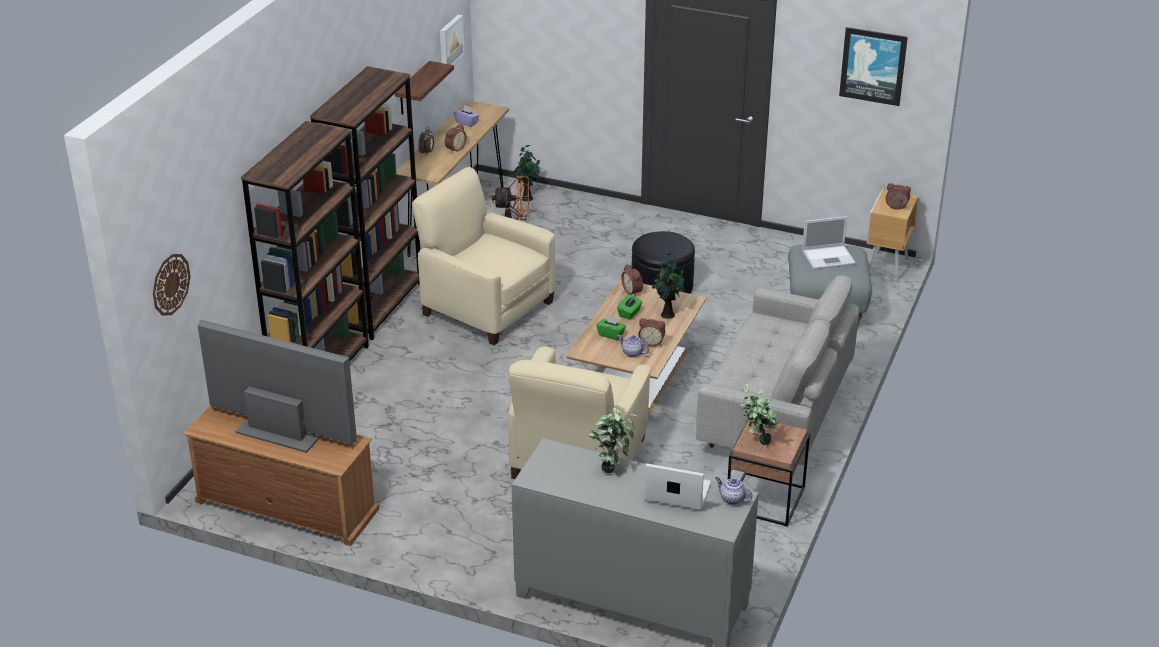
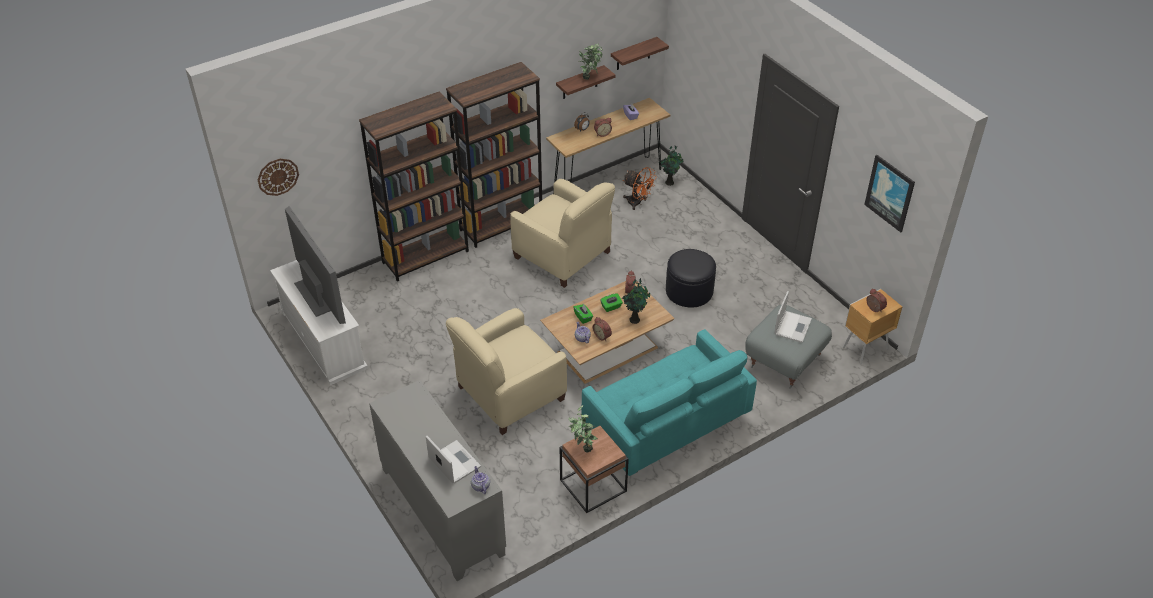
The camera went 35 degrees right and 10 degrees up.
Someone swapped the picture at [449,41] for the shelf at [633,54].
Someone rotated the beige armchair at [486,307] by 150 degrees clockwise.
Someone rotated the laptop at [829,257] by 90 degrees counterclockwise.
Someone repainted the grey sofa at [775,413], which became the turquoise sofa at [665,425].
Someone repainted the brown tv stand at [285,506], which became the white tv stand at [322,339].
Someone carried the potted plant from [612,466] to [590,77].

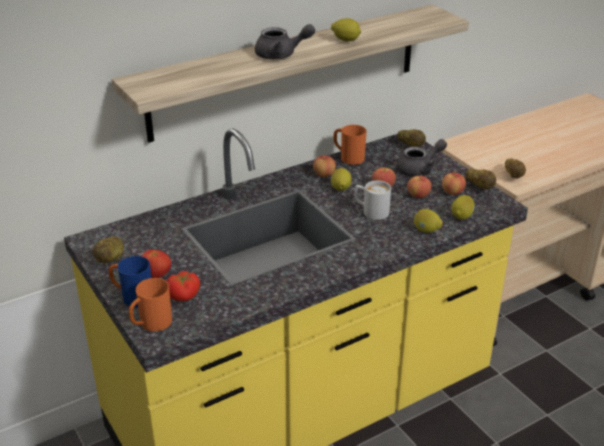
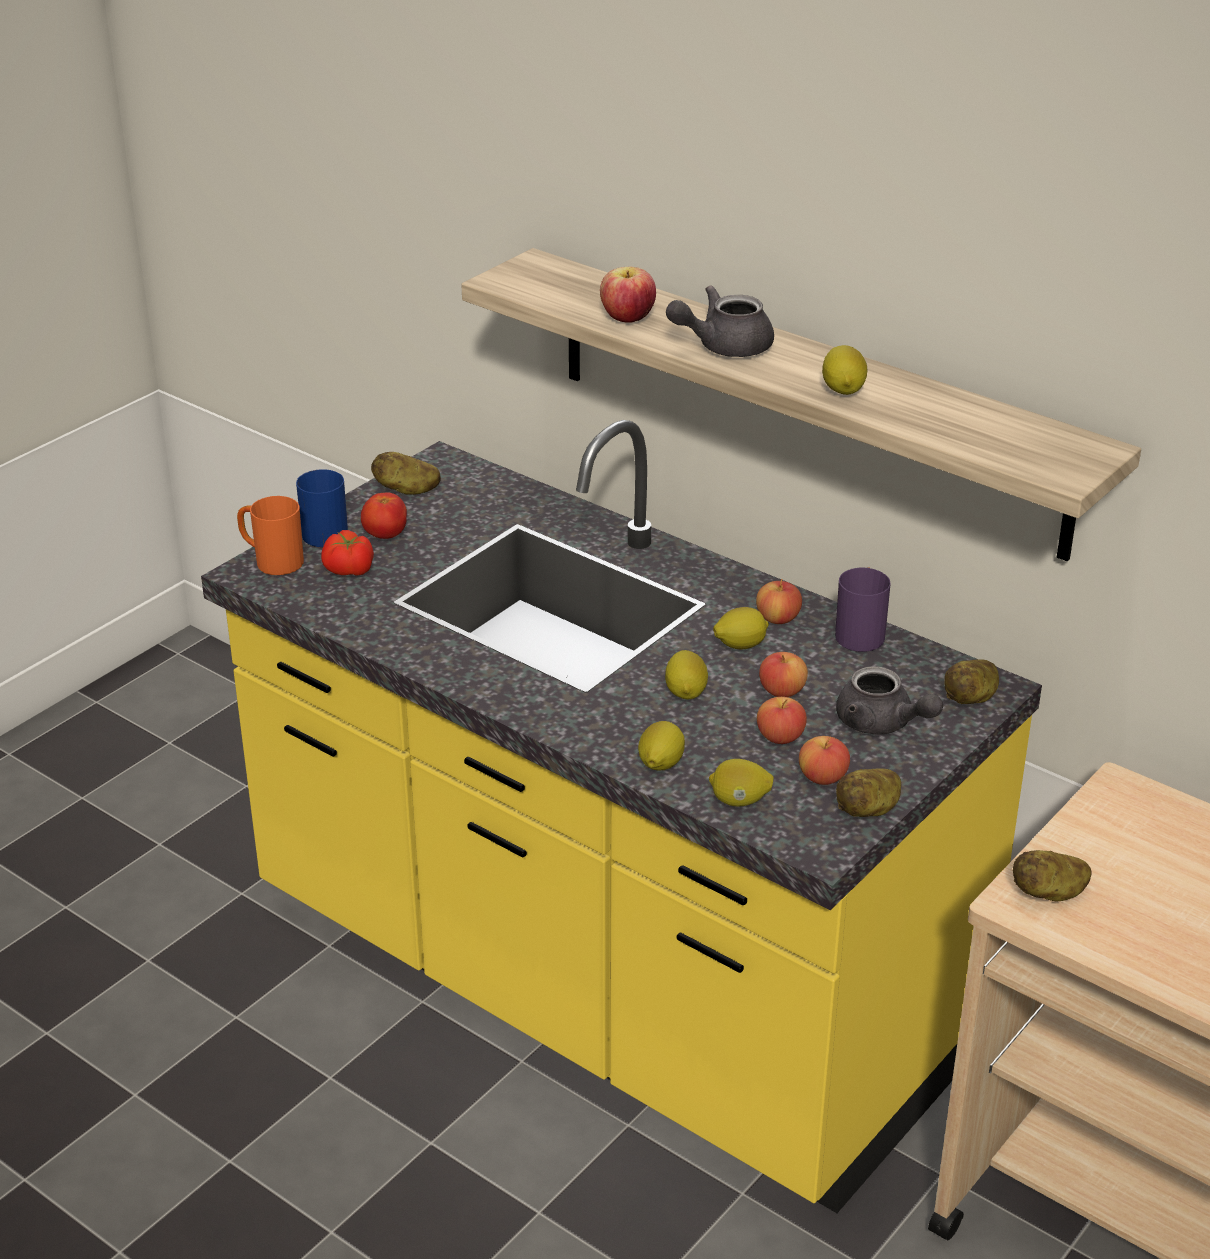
The camera went 70 degrees right and 0 degrees up.
Someone rotated the grey teapot at [281,55] by 90 degrees clockwise.
Someone repainted the orange mug at [348,158], which became the purple mug at [860,633].
Someone swapped the white mug at [370,211] for the lemon at [686,692].
Someone put down the apple at [627,319].

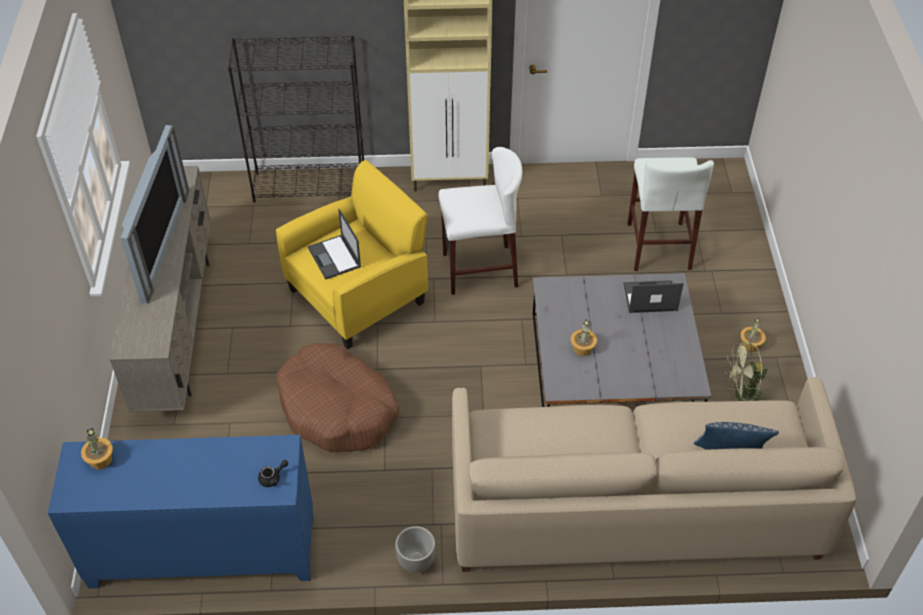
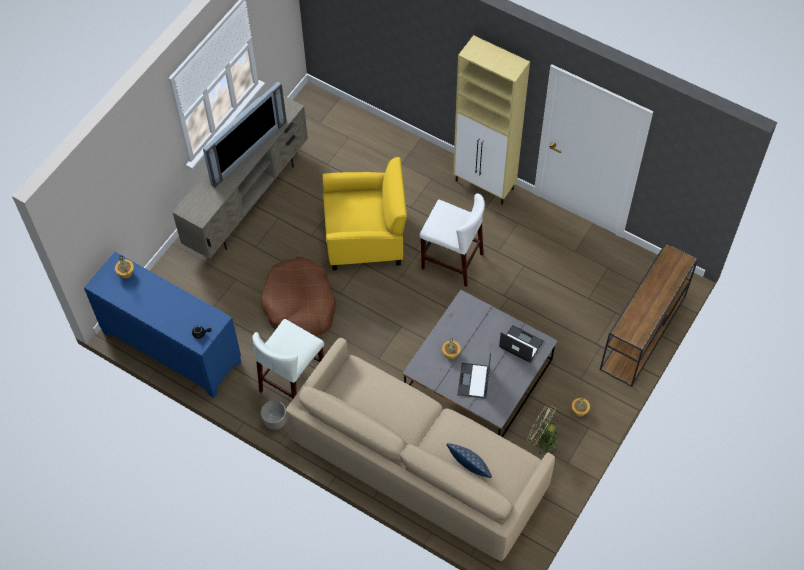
The camera went 35 degrees right and 10 degrees up.
Someone took away the black bookcase at [310,185].
Someone carried the white stool from [658,246] to [292,382].
Someone carried the laptop from [335,257] to [473,381].
Someone put down the brown console table at [642,334].

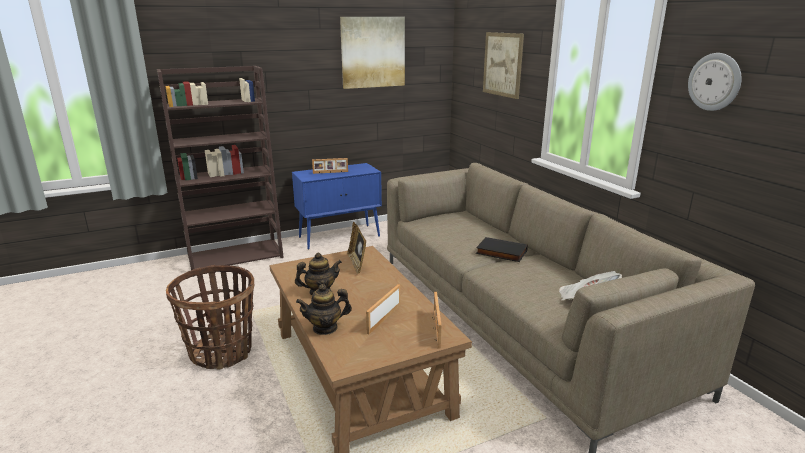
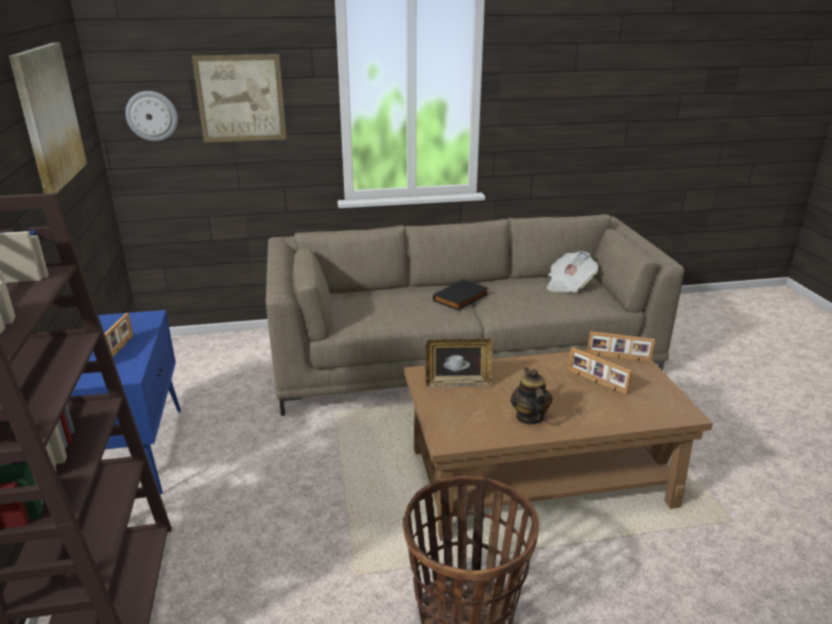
The camera went 75 degrees left and 5 degrees up.
Someone carried the wall clock from [714,82] to [152,116].
Someone took away the teapot at [325,328].

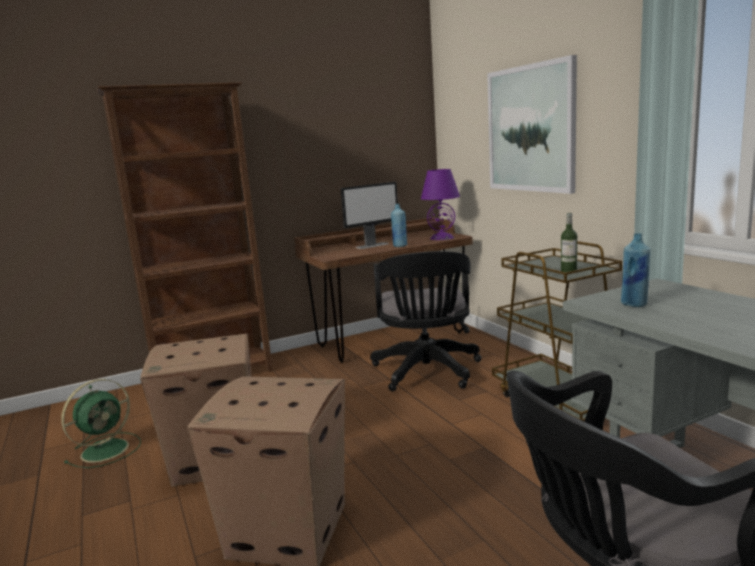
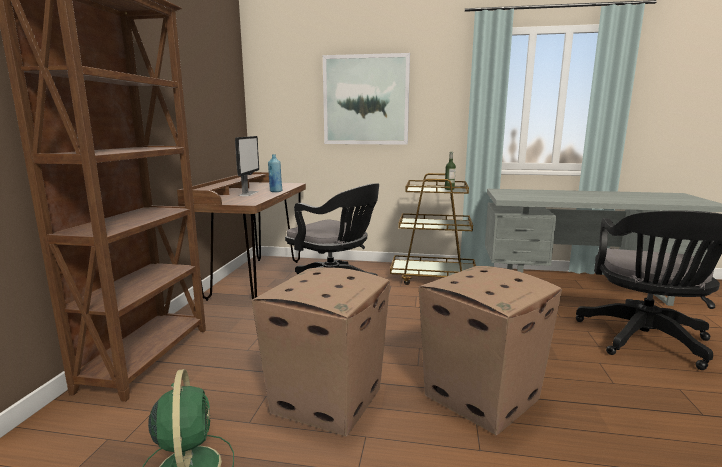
The camera went 55 degrees left and 0 degrees up.
Someone took away the purple table lamp at [441,238].
Someone took away the blue bottle at [634,304].

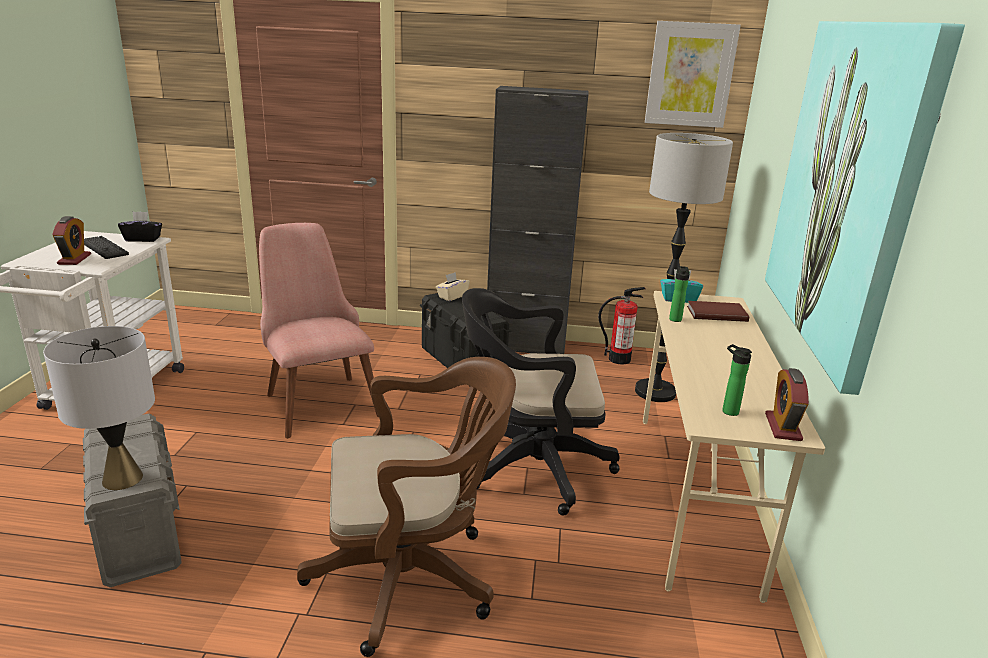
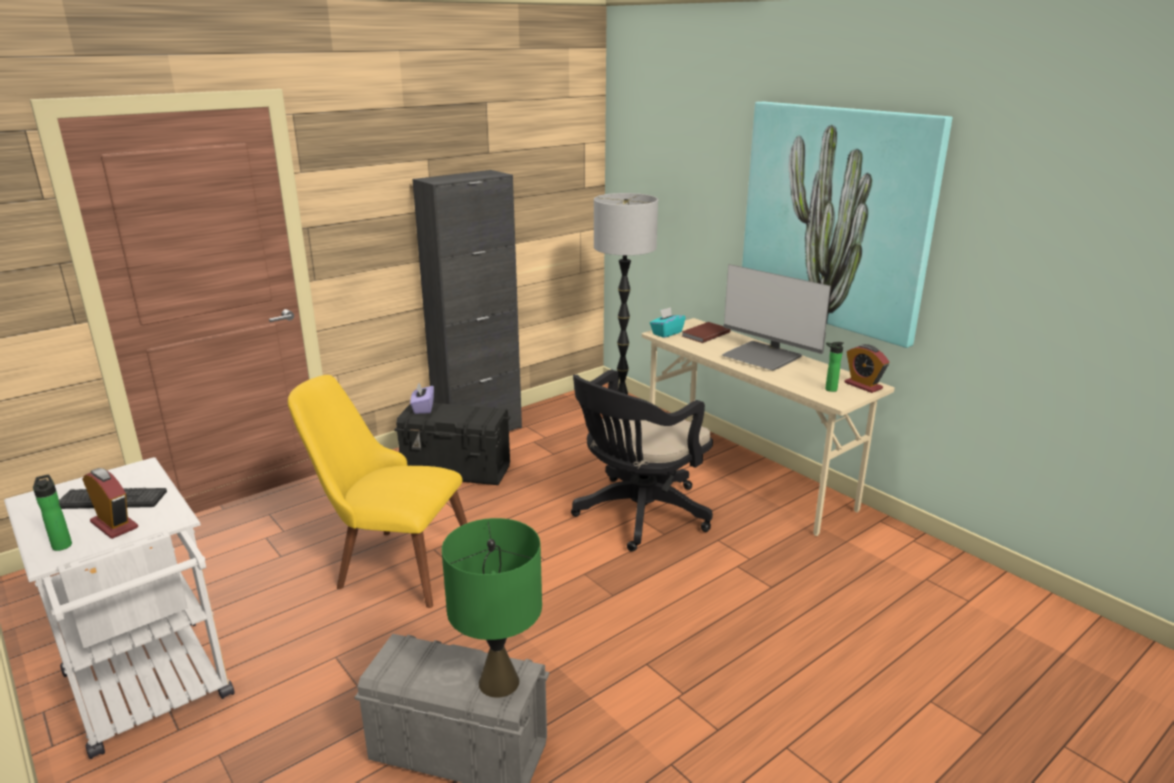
The camera went 45 degrees left and 0 degrees up.
Someone took away the picture at [690,75].
Someone took away the black tissue box at [143,239].
Someone repainted the pink chair at [317,398], which became the yellow chair at [390,564].
Someone carried the bottle from [675,318] to [62,544].
Someone repainted the beige tissue box at [452,296], which became the purple tissue box at [423,408].
Someone took away the fire extinguisher at [619,359].
Someone repainted the grey table lamp at [123,478], which became the green table lamp at [498,682].
Someone took away the brown office chair at [412,577].
Someone put down the monitor at [762,356].

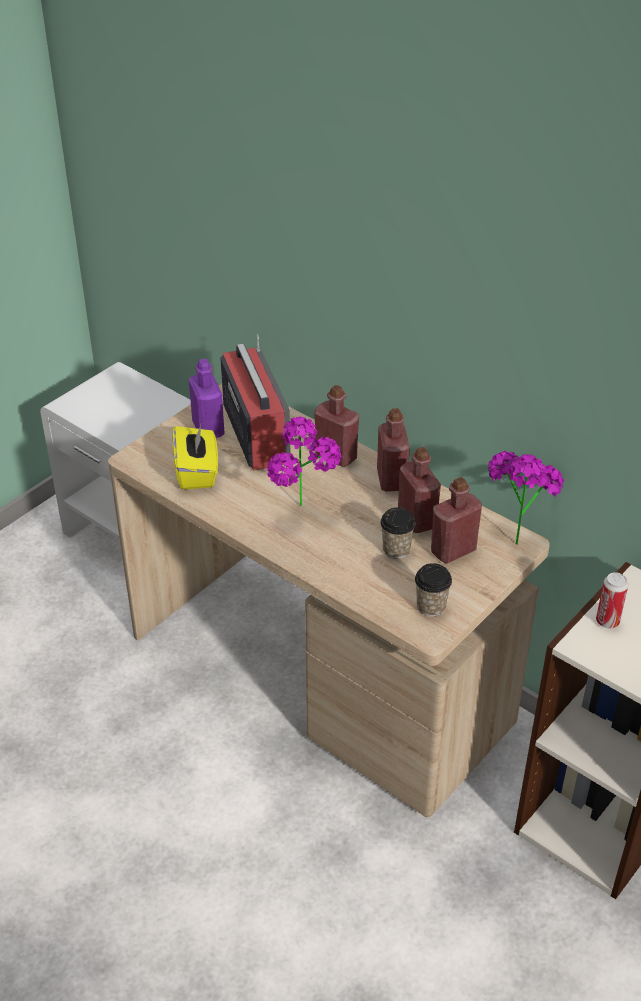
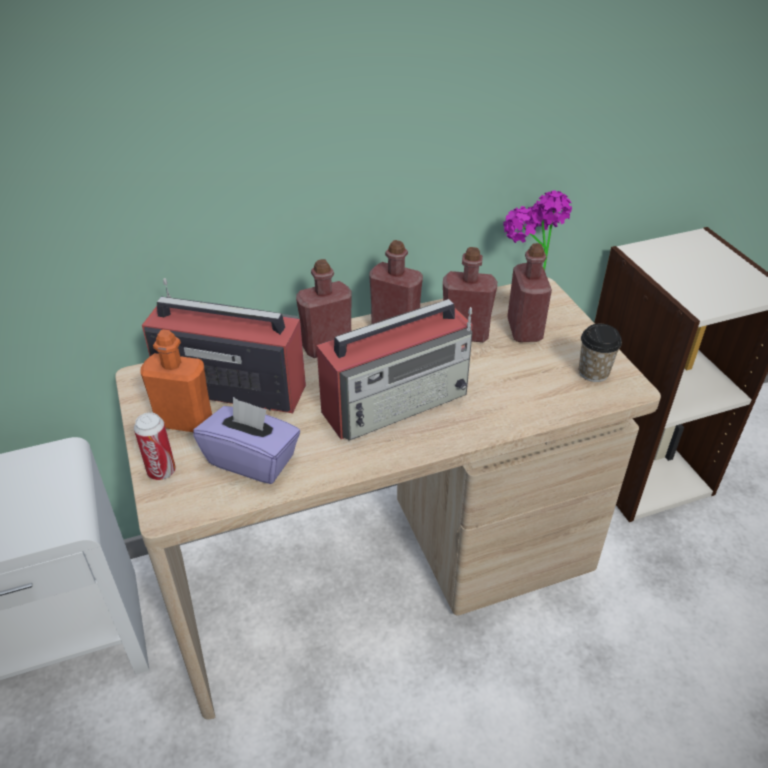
The camera went 60 degrees left and 0 degrees up.
Someone repainted the purple bottle at [208,429], which became the orange bottle at [184,421].
Someone swapped the potted plant at [305,513] for the radio at [397,401].
Someone repainted the yellow tissue box at [197,472], which became the purple tissue box at [252,459].
Someone took away the cup at [396,549].
Someone carried the can from [607,621] to [161,471].

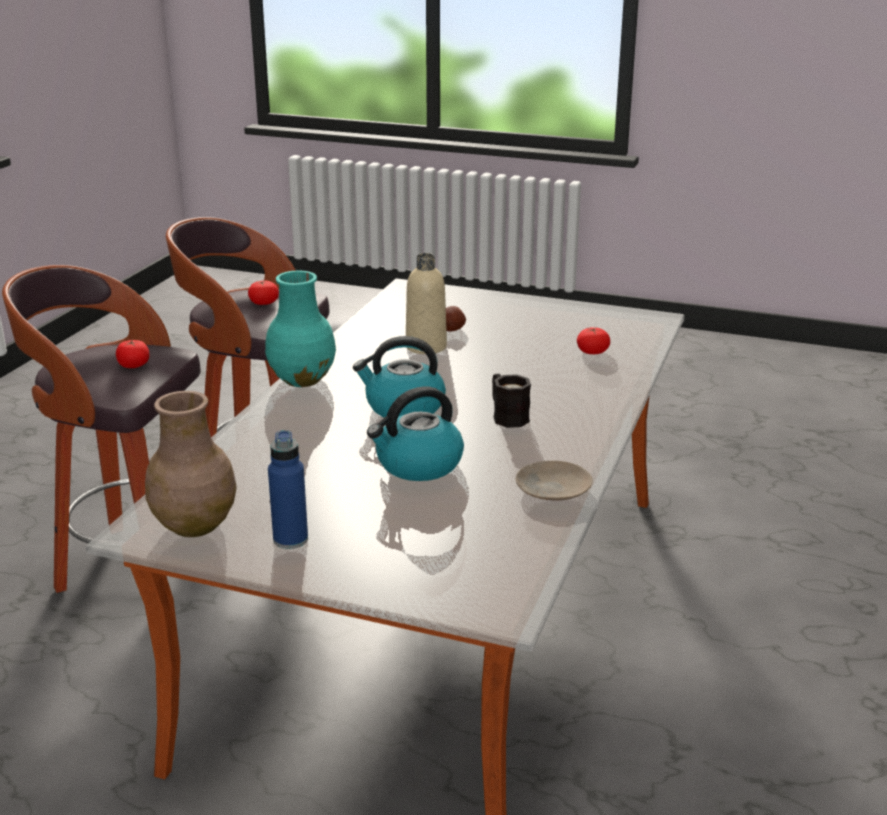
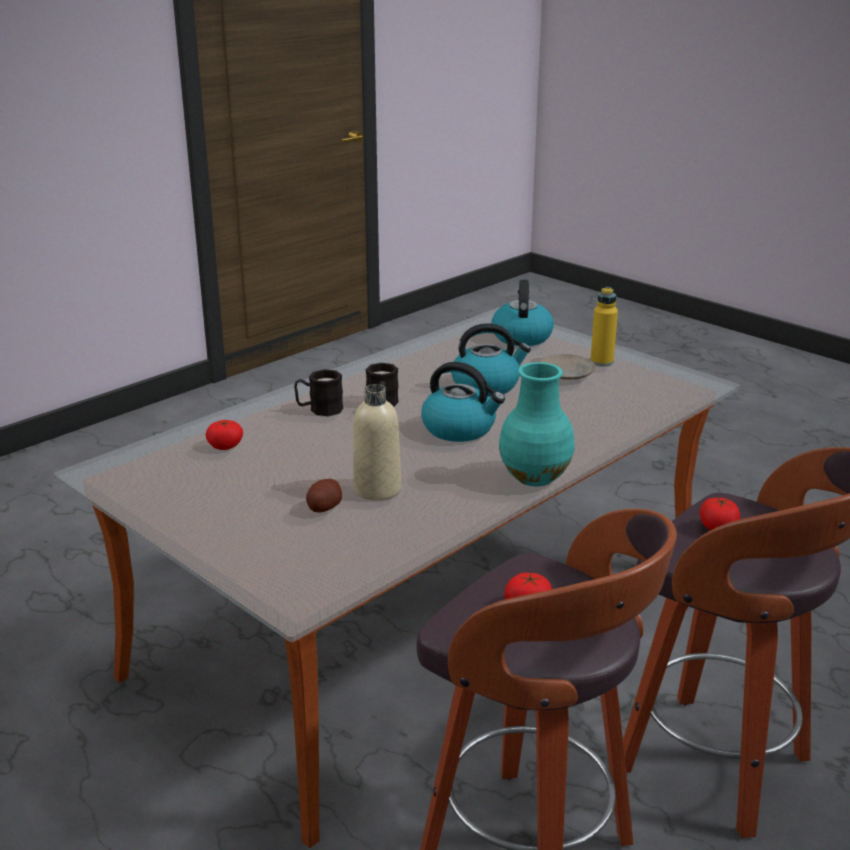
The camera went 155 degrees left and 0 degrees up.
Someone took away the brown vase at [194,526].
Someone repainted the blue bottle at [290,539], which became the yellow bottle at [601,362].
Someone carried the beige plate from [552,490] to [567,374].
Someone put down the kettle at [521,336].
Someone put down the black mug at [319,409].

